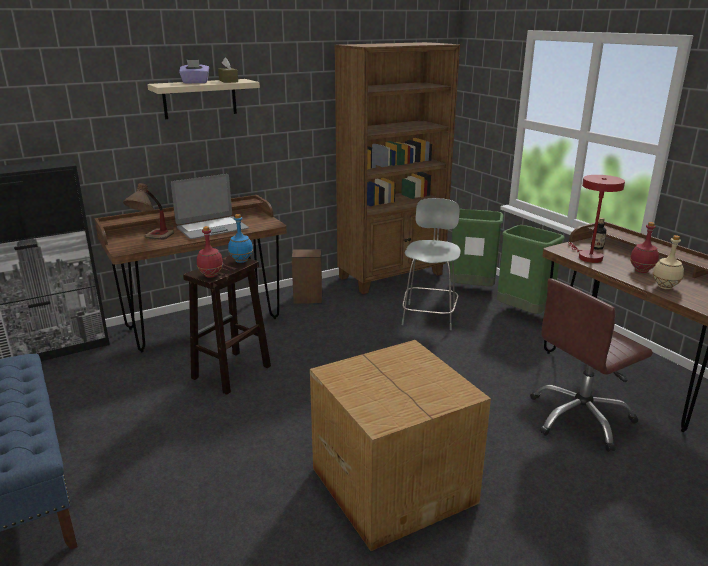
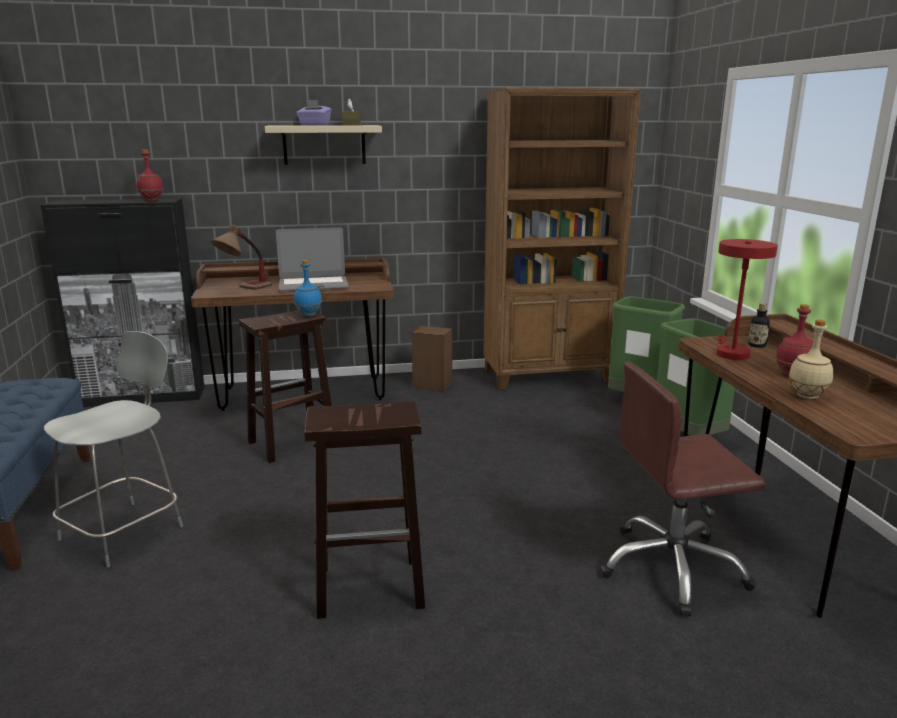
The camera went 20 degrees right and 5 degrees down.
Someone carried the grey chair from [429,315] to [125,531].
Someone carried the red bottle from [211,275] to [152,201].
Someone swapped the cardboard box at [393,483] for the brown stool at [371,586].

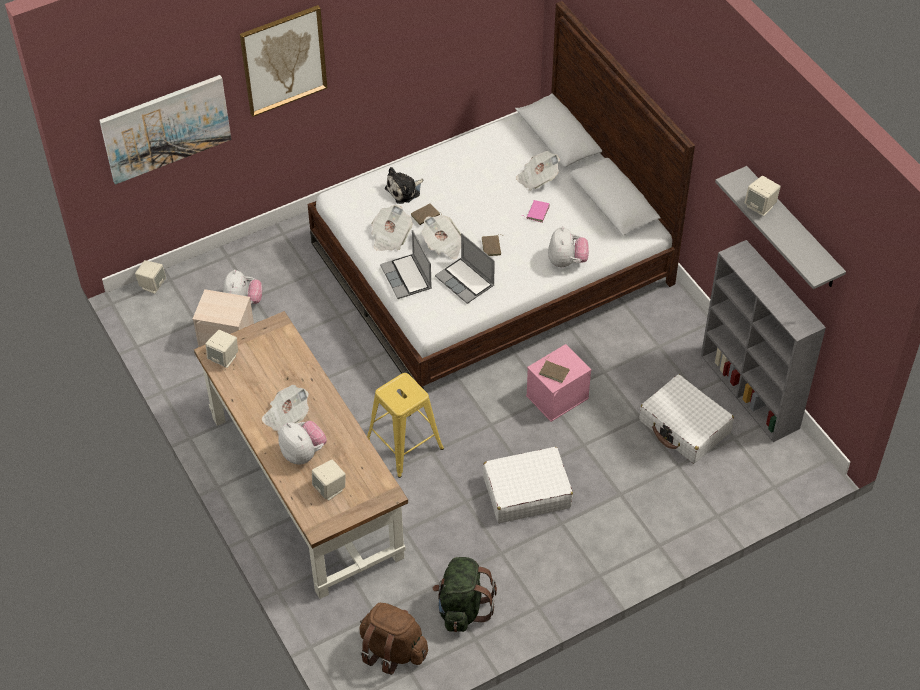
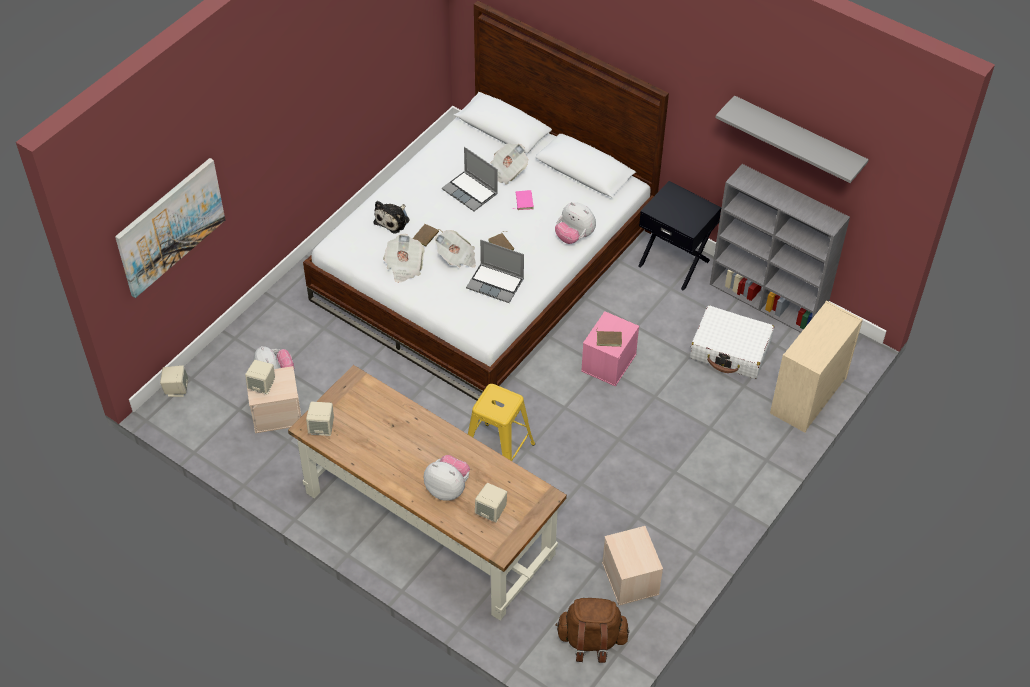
The camera went 25 degrees left and 0 degrees up.
Someone took away the picture at [283,60].
Someone carried the beige speaker from [760,206] to [262,386].
Someone rotated the plush toy at [566,261] by 150 degrees clockwise.
Someone carried the laptop from [407,278] to [471,192].
Someone took away the newspaper at [286,417].
Someone took away the white suitcase at [526,492].
Someone swapped the green backpack at [462,608] for the beige storage box at [631,579].
Someone put down the black nightstand at [674,262].
Someone put down the beige dresser at [807,396].

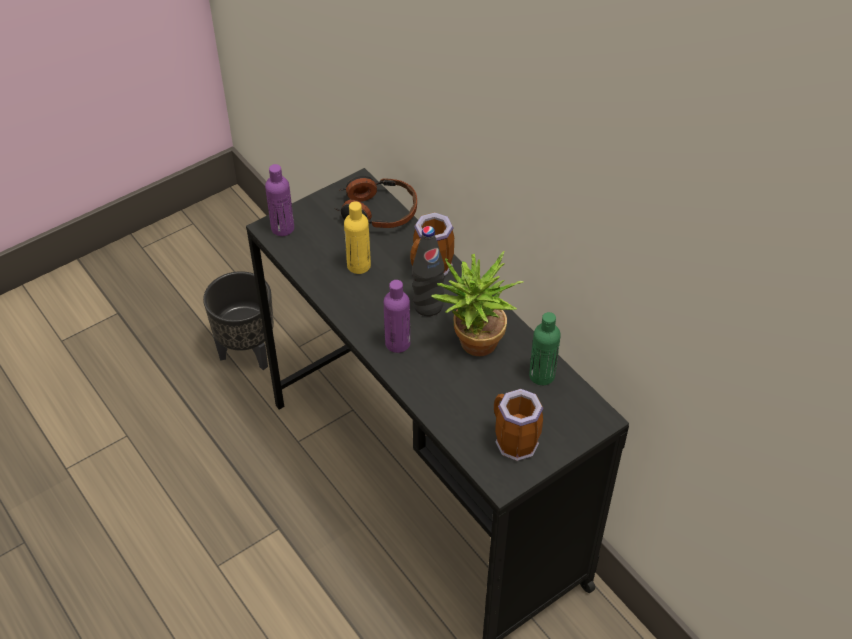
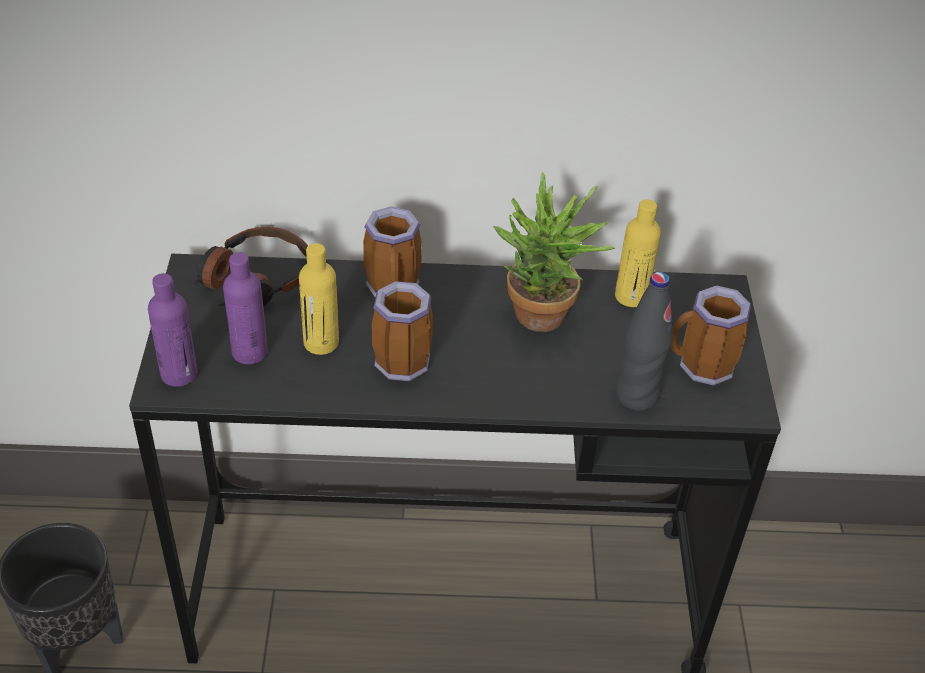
The camera went 55 degrees left and 5 degrees down.
Someone carried the black bottle from [428,306] to [637,395].
Someone carried the purple bottle from [397,343] to [249,352].
Someone repainted the green bottle at [542,375], which became the yellow bottle at [631,296].
Someone put down the mug at [398,359].

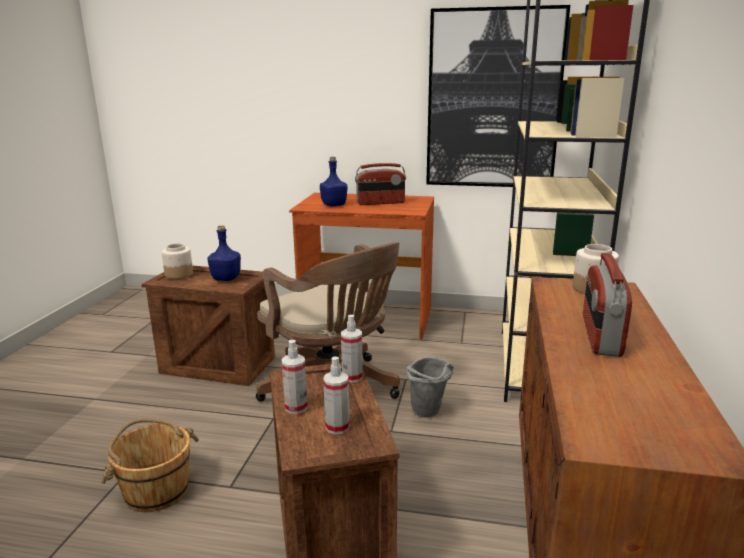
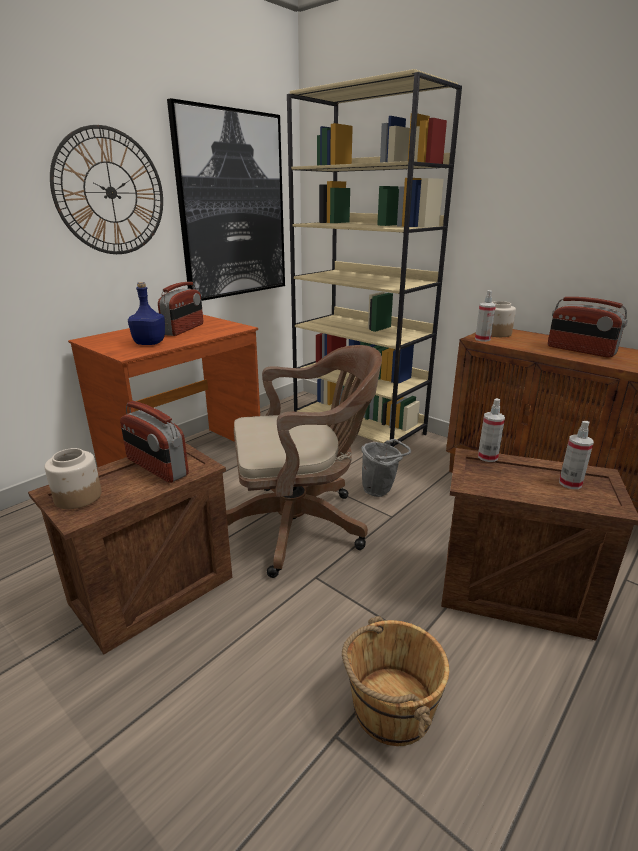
The camera went 60 degrees left and 5 degrees up.
Someone swapped the blue bottle at [226,279] for the radio at [156,467].
Someone carried the spray bottle from [296,407] to [482,339].
Someone put up the wall clock at [111,192].

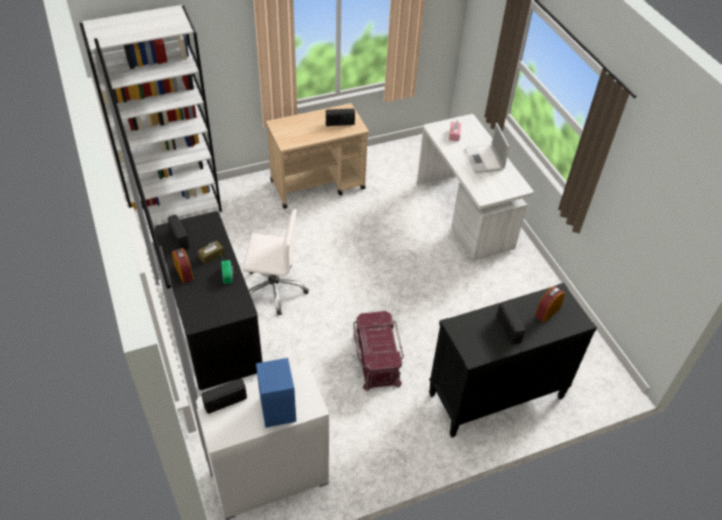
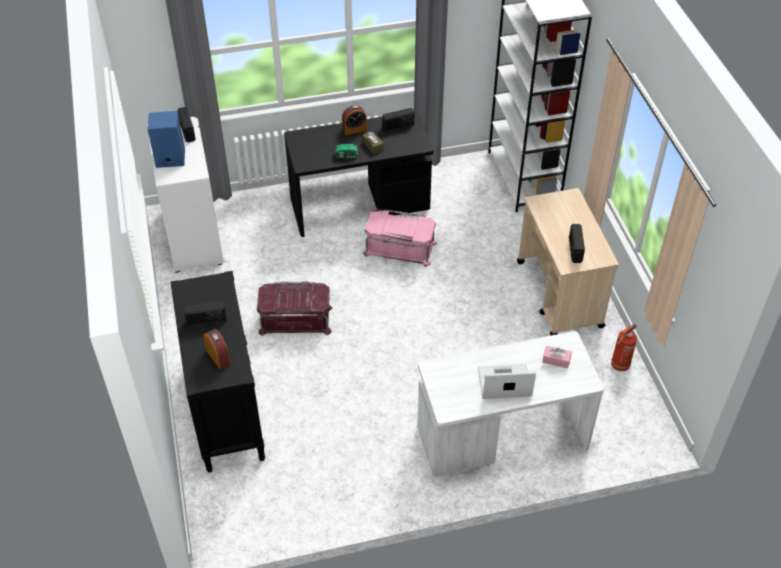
The camera went 100 degrees right and 0 degrees up.
Someone swapped the white office chair at [274,289] for the pink storage box at [399,249].
Someone put down the fire extinguisher at [619,365].

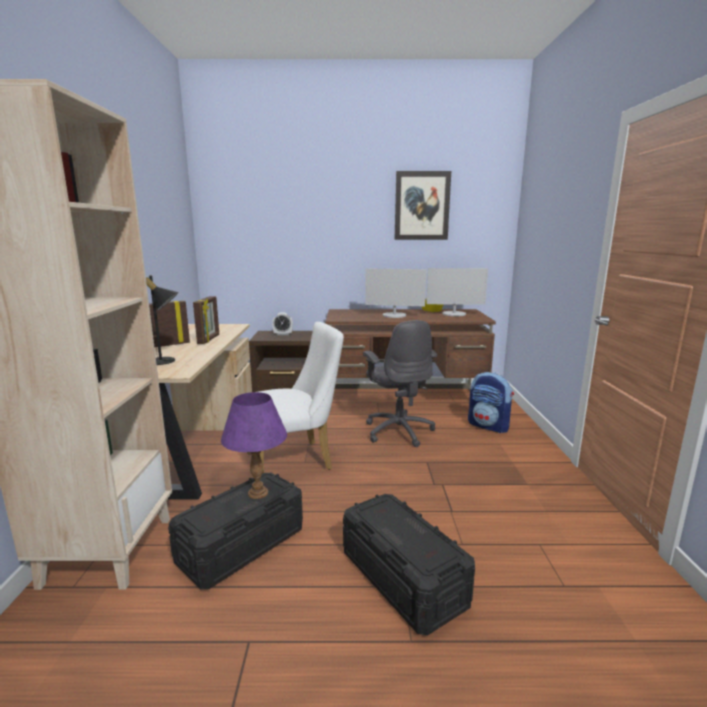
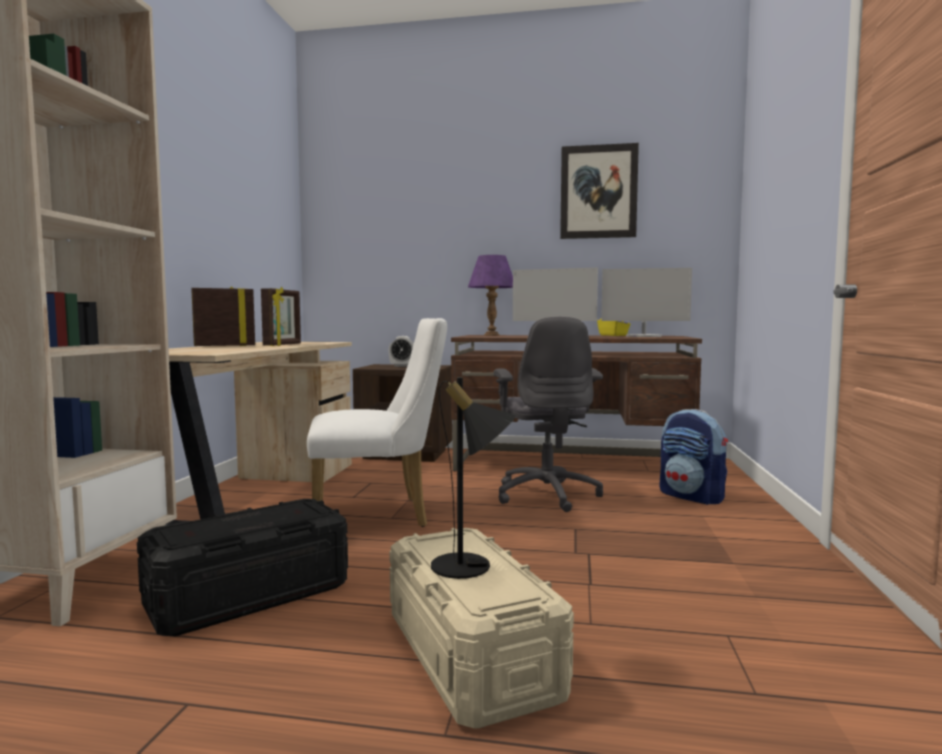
The camera went 10 degrees right and 10 degrees down.
Someone carried the black table lamp from [165,361] to [471,568].
Someone carried the purple table lamp from [257,493] to [491,335].
Someone repainted the black storage box at [402,578], which became the beige storage box at [470,654].

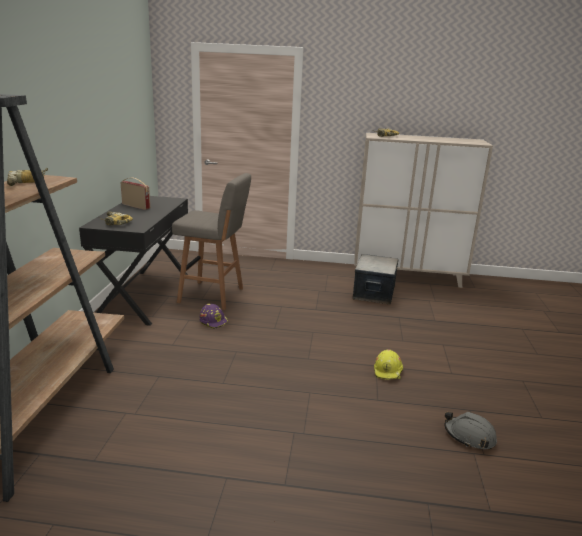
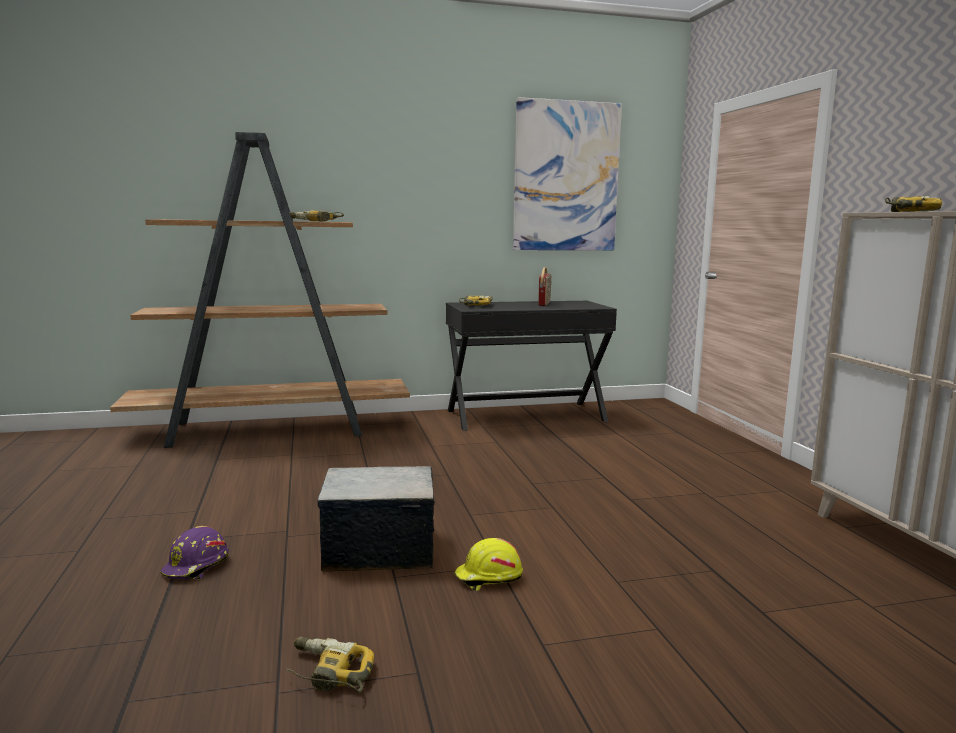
The camera went 70 degrees right and 10 degrees down.
Someone took away the grey stool at [213,295].
Someone carried the storage box from [373,293] to [379,549].
Someone carried the purple hard hat from [214,321] to [197,567].
Someone swapped the grey hard hat at [469,436] for the power drill at [327,674].
Someone put up the picture at [566,177].

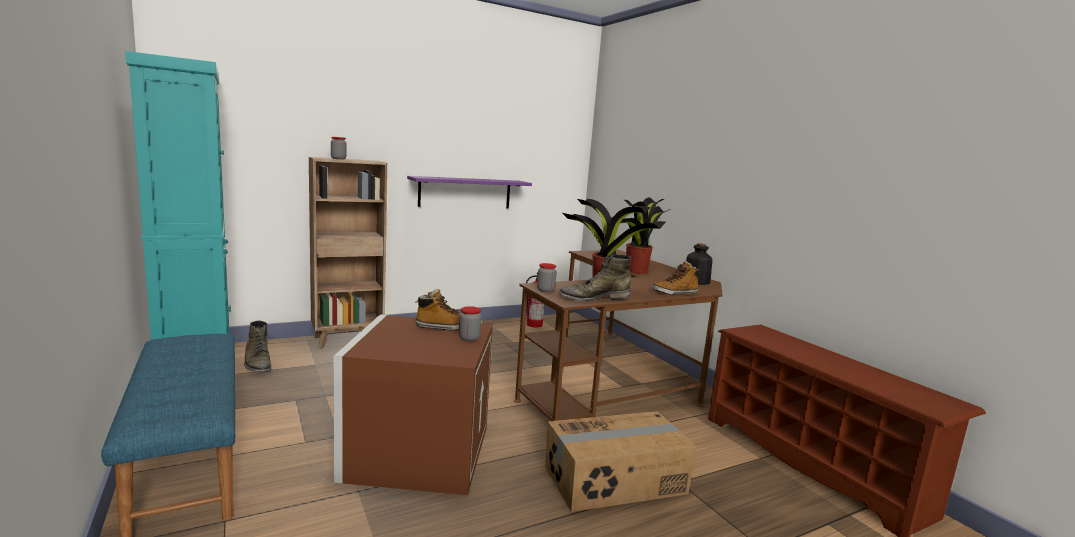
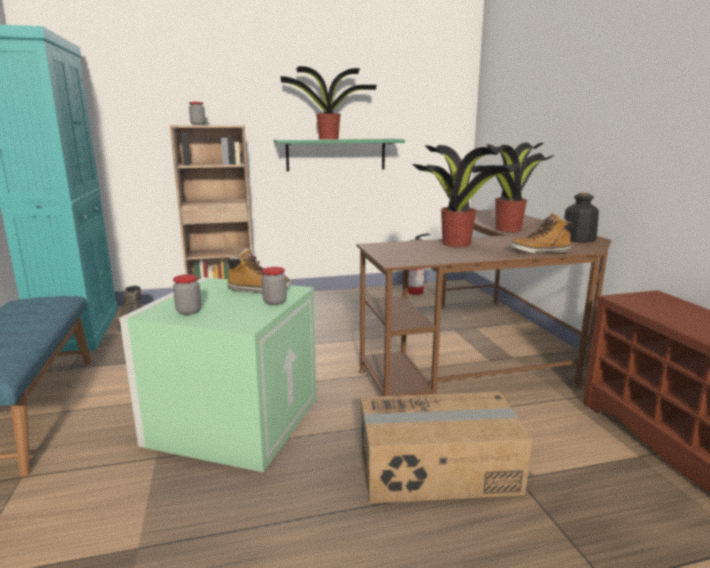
The camera went 15 degrees right and 5 degrees up.
Someone repainted the purple shelf at [465,192], which became the green shelf at [336,154].
Someone took away the green boot at [594,297].
Someone carried the jar from [545,290] to [188,311].
Someone repainted the brown storage box at [416,451], which became the green storage box at [233,419].
Someone put down the potted plant at [330,139].

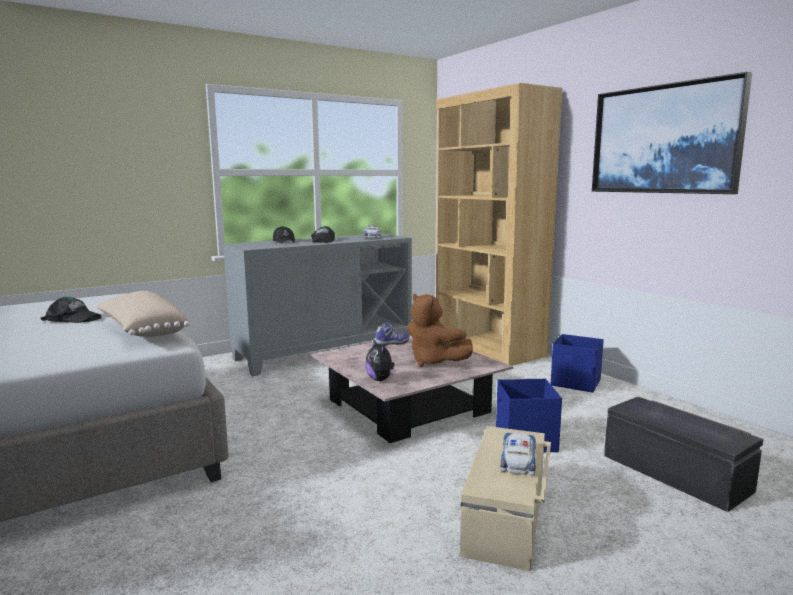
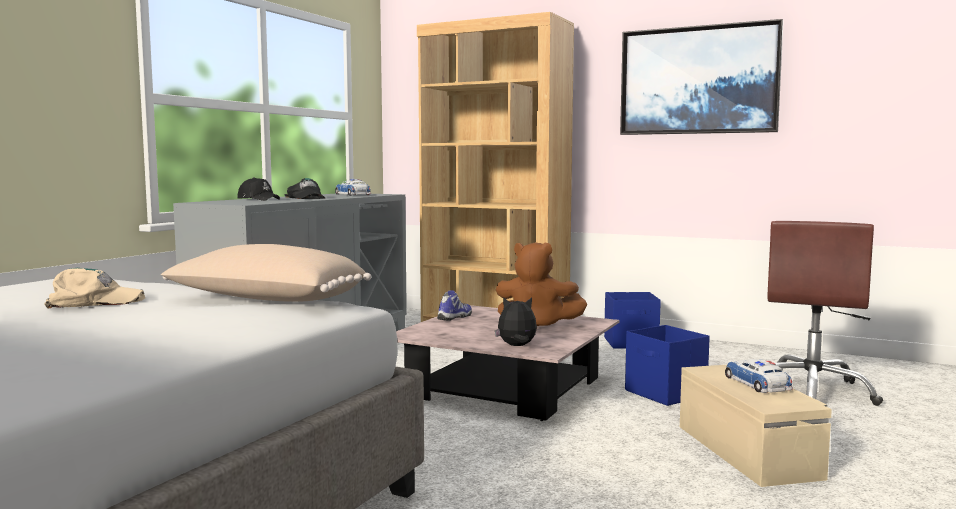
The camera went 30 degrees left and 5 degrees down.
Someone repainted the black cap at [73,318], which became the beige cap at [95,301].
Someone rotated the plush toy at [381,379] by 150 degrees clockwise.
Someone swapped the black storage box at [676,472] for the brown office chair at [812,391].

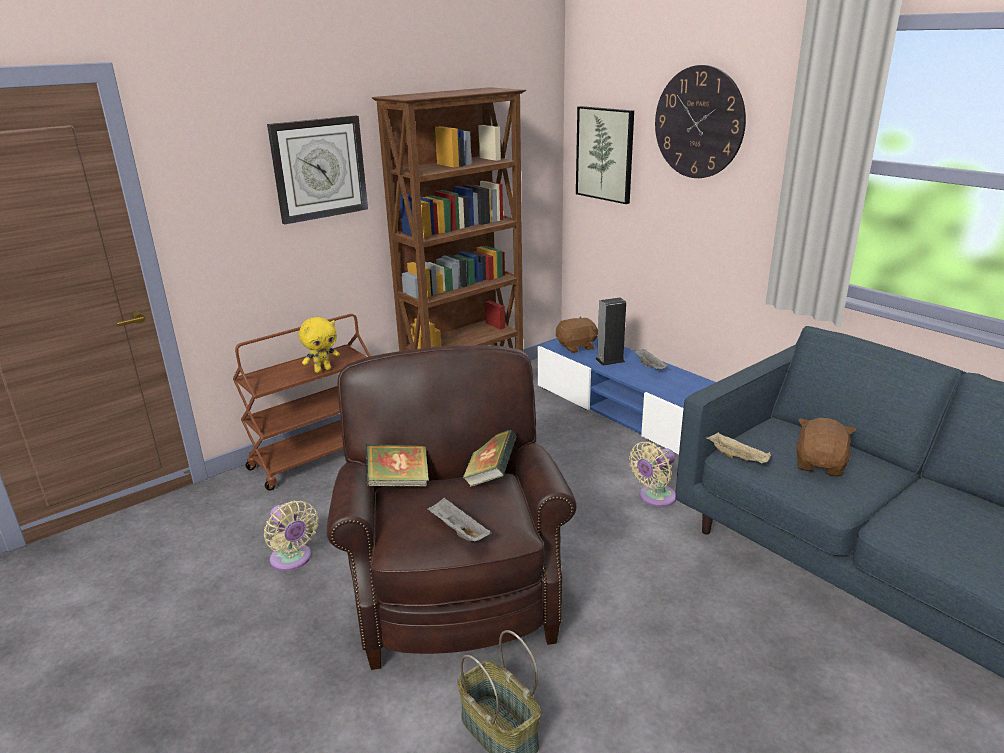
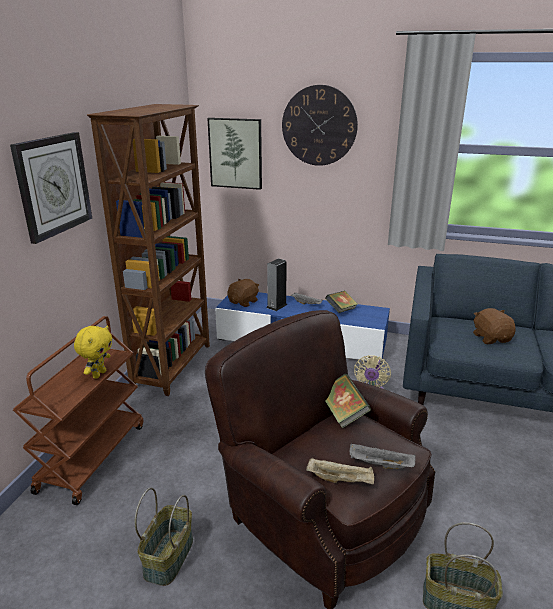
The camera went 35 degrees left and 0 degrees up.
Someone carried the beige tray from [738,457] to [341,480].
Someone carried the book from [398,482] to [341,310].
Someone swapped the beige fan at [292,560] for the basket at [168,556].

